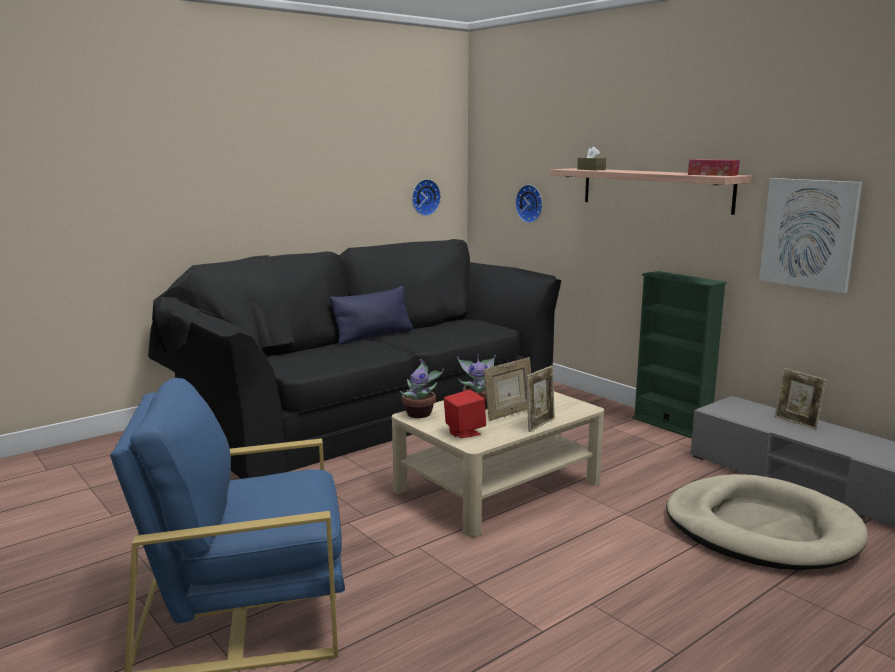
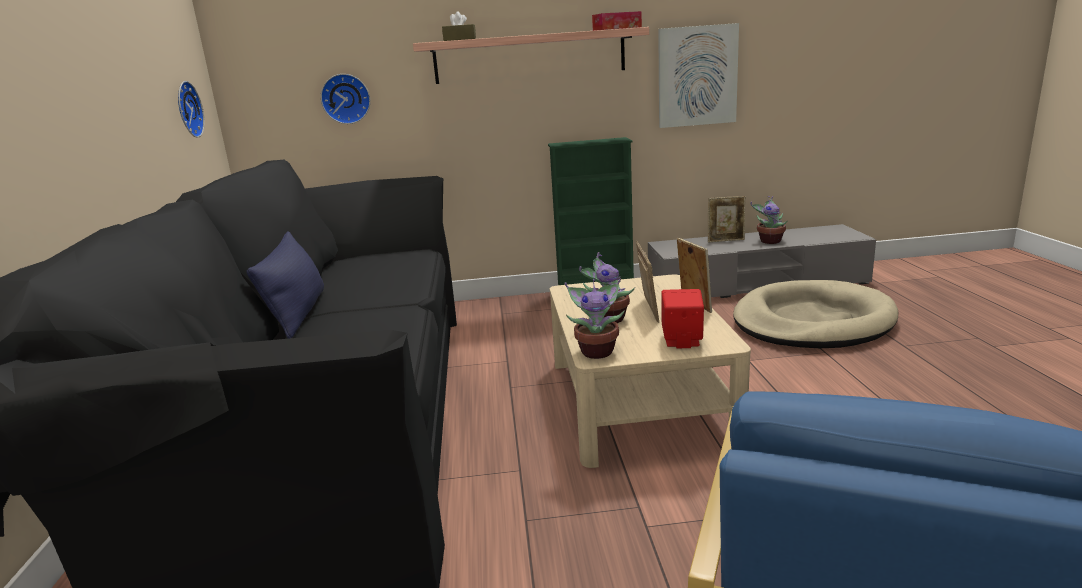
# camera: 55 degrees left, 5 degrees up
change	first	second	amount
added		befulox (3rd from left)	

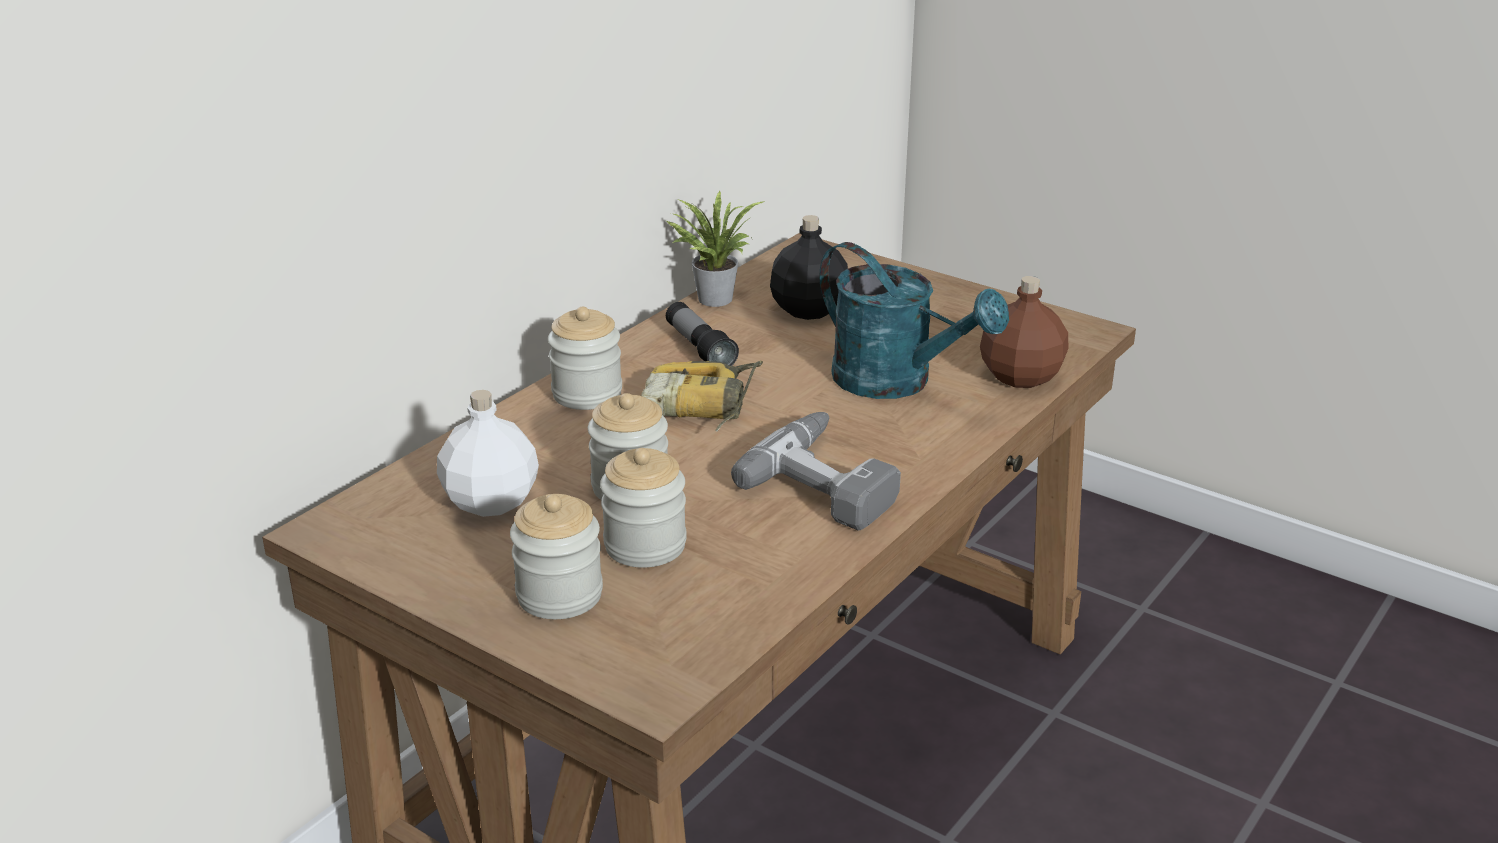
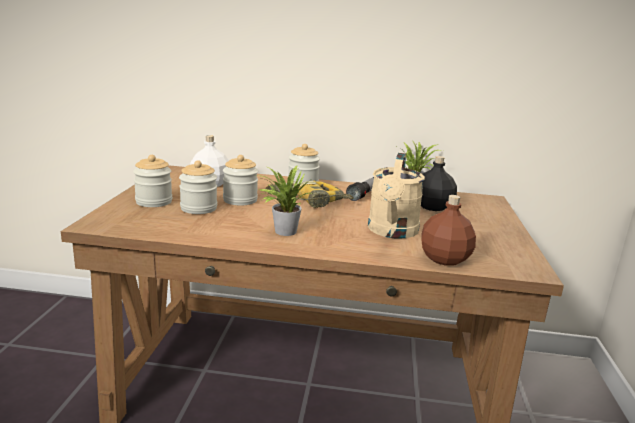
# camera: 60 degrees right, 10 degrees down
change	first	second	amount
replaced	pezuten (2nd from left)	befulox (1st from left)	
recoloured	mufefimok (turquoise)	mufefimok (beige)	

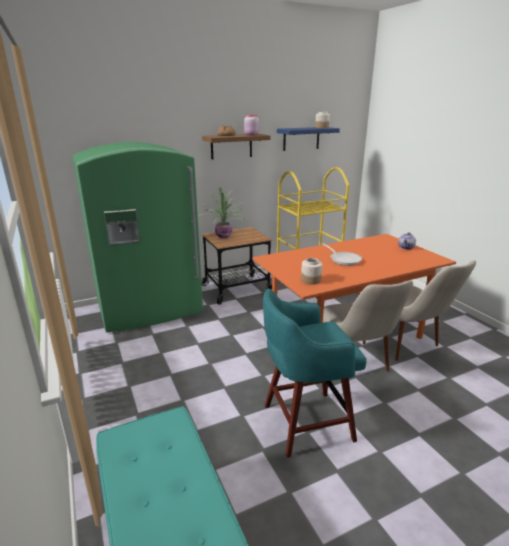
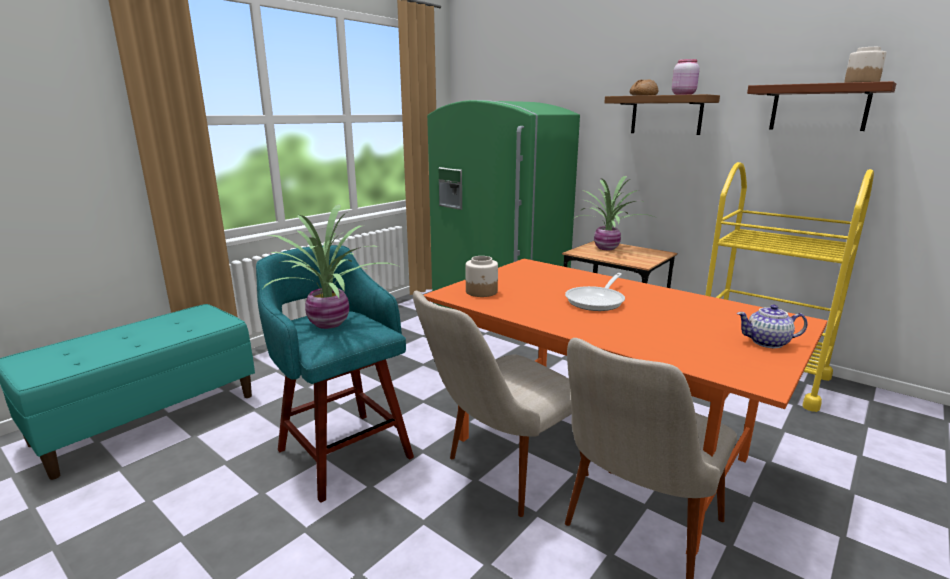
# camera: 65 degrees right, 5 degrees down
change	first	second	amount
recoloured	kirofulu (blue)	kirofulu (brown) (2nd from left)	
added		befulox (1st from left)	

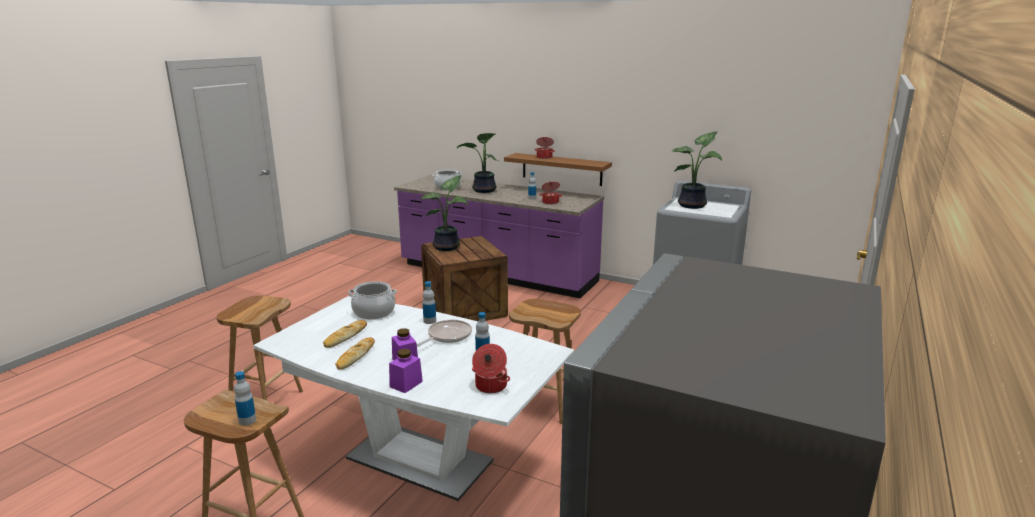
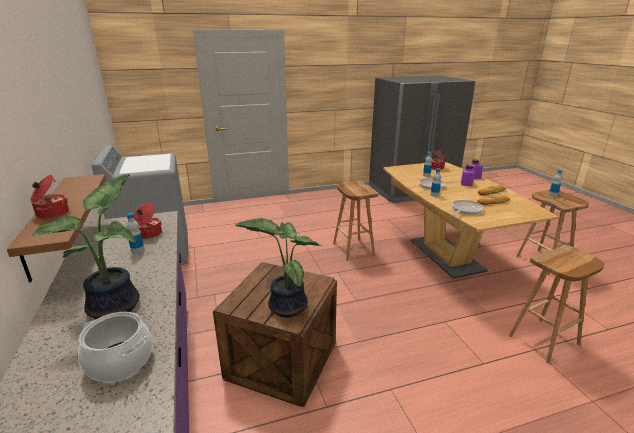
# camera: 135 degrees left, 5 degrees up
change	first	second	amount
recoloured	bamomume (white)	bamomume (brown)	
replaced	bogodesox (1st from left)	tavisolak (2nd from left)	
removed	befulox (3rd from left)		

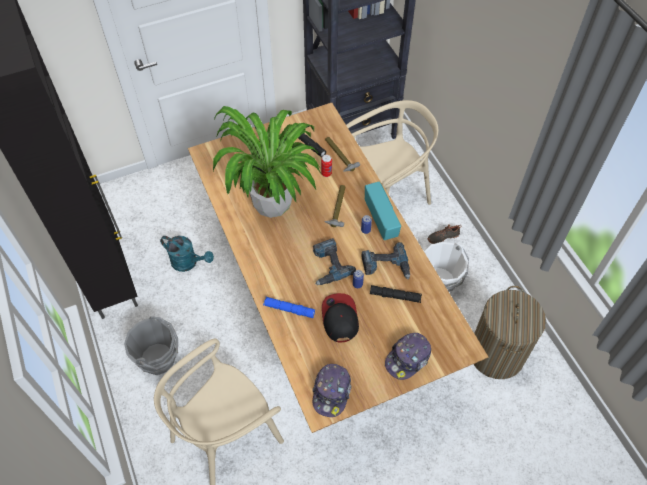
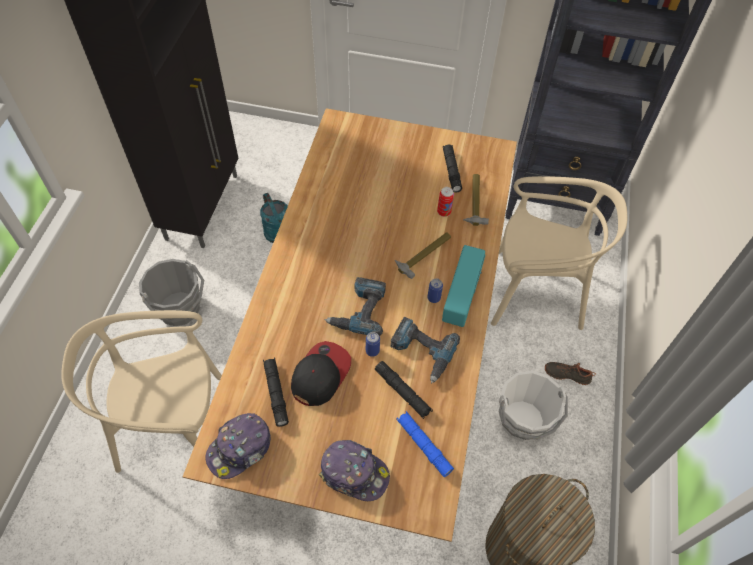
# camera: 35 degrees right, 0 degrees up
change	first	second	amount
removed	befulox		
moved	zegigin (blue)		
turned	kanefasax (3rd from left)		150 degrees counterclockwise
added		zegigin (black) (1st from left)	

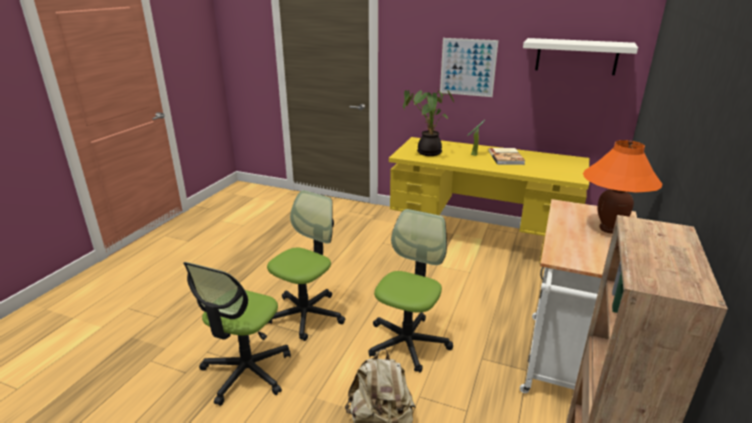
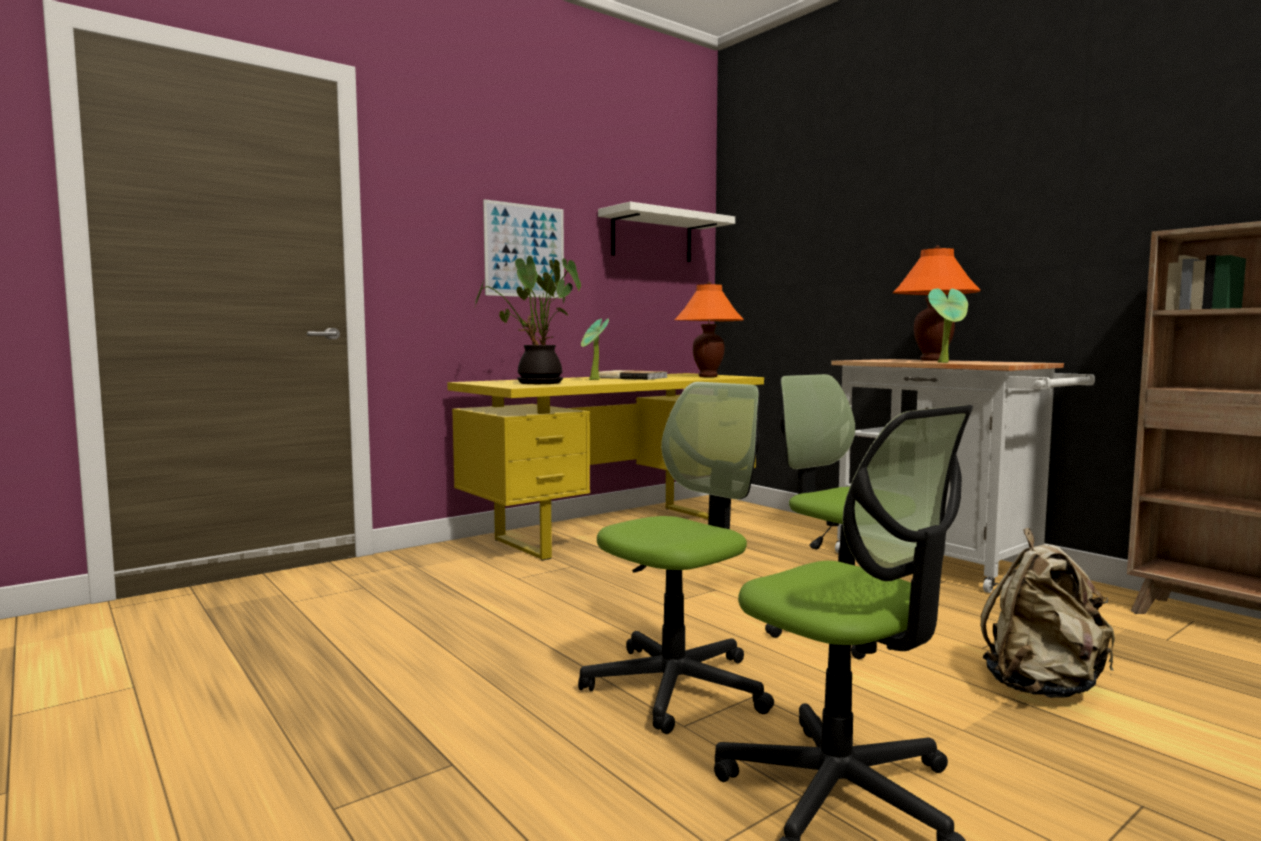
# camera: 60 degrees left, 20 degrees down
change	first	second	amount
turned	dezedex (2nd from left in the first image)	dezedex (1st from left)	75 degrees clockwise
added		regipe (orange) (1st from left)	
added		befulox (3rd from left)	

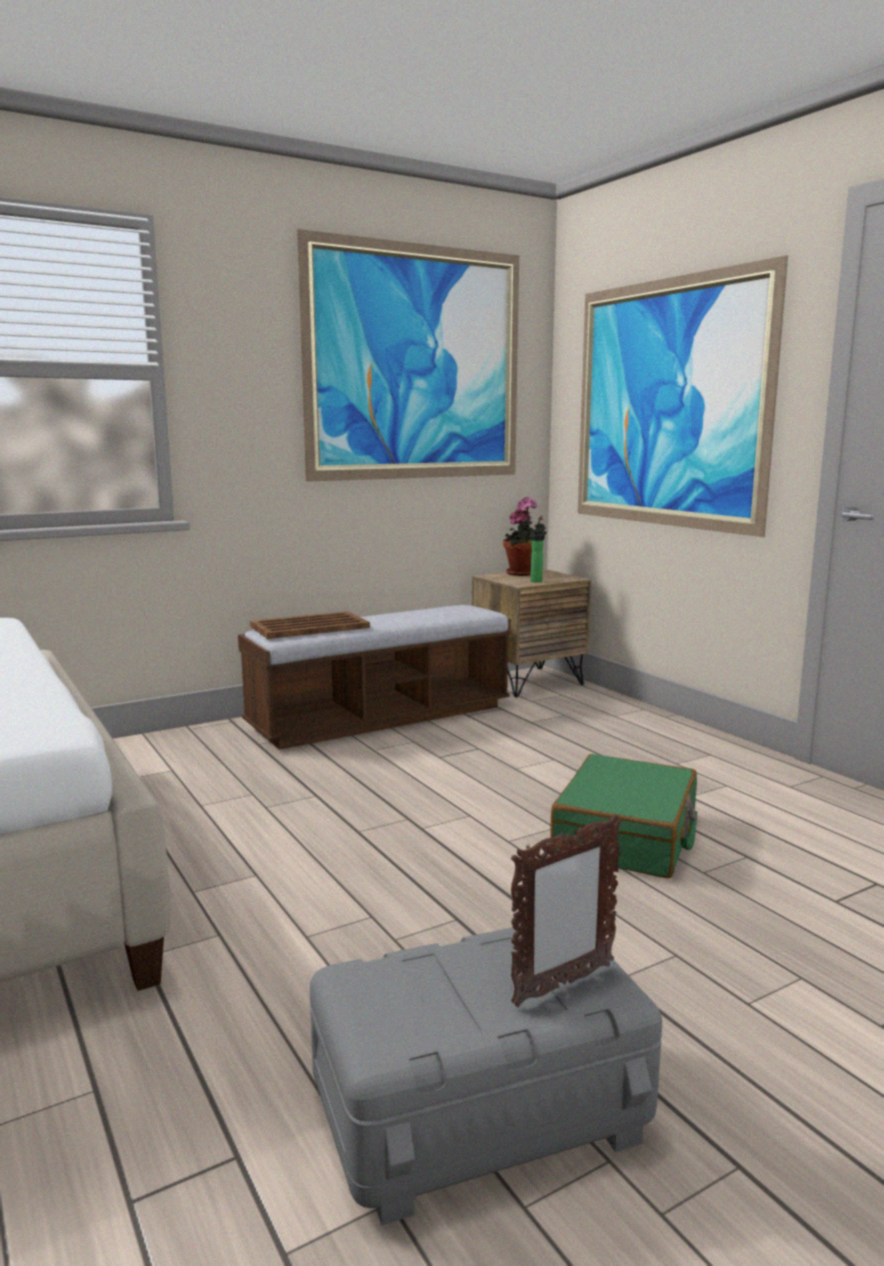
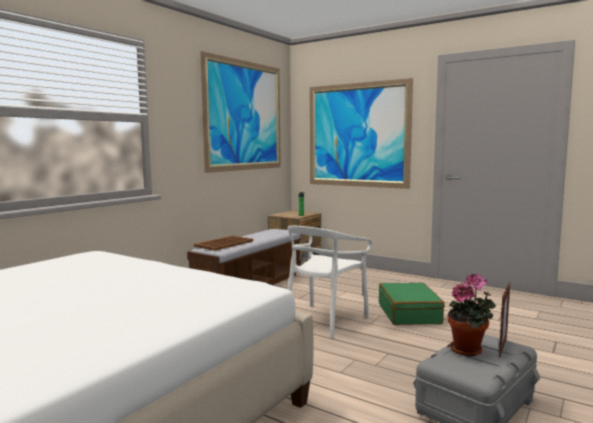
# camera: 25 degrees left, 5 degrees down
change	first	second	amount
moved	befulox		
added		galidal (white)	

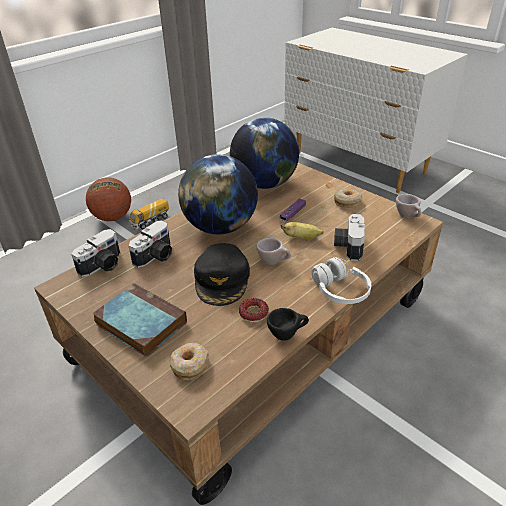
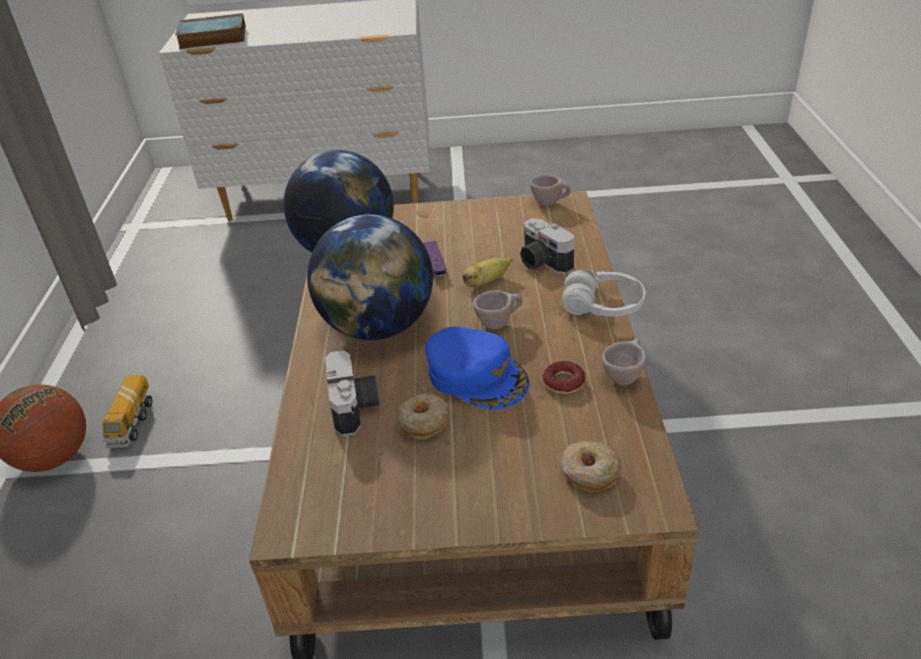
# camera: 45 degrees left, 0 degrees up
change	first	second	amount
removed	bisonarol (1st from left)		
moved	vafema		
recoloured	kanefasax (black)	kanefasax (blue)	
recoloured	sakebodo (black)	sakebodo (beige) (3rd from left)	
moved	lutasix (3rd from left in the first image)	lutasix (1st from left)	

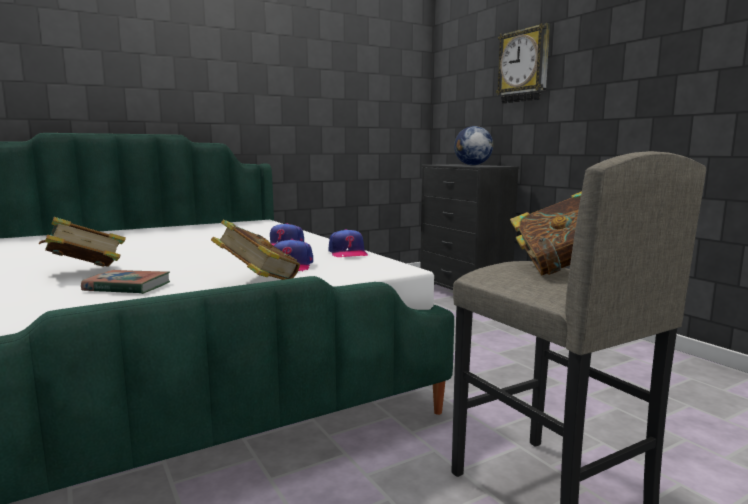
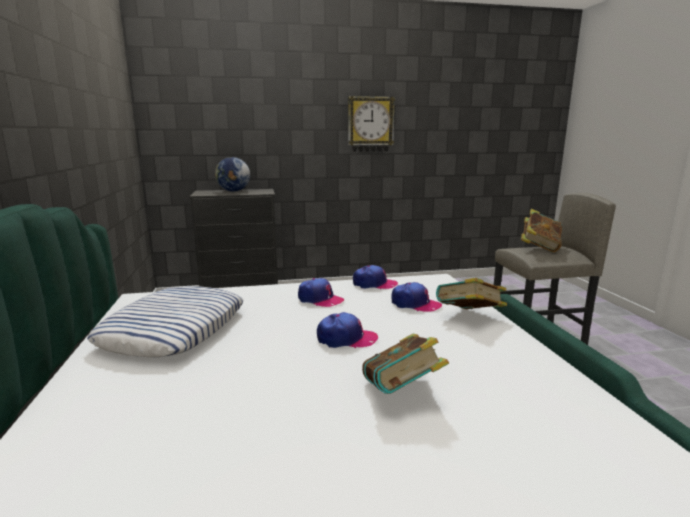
# camera: 70 degrees left, 5 degrees up
change	first	second	amount
removed	vafema (2nd from left)		
moved	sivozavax		
added		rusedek	
added		kanefasax (2nd from left)	

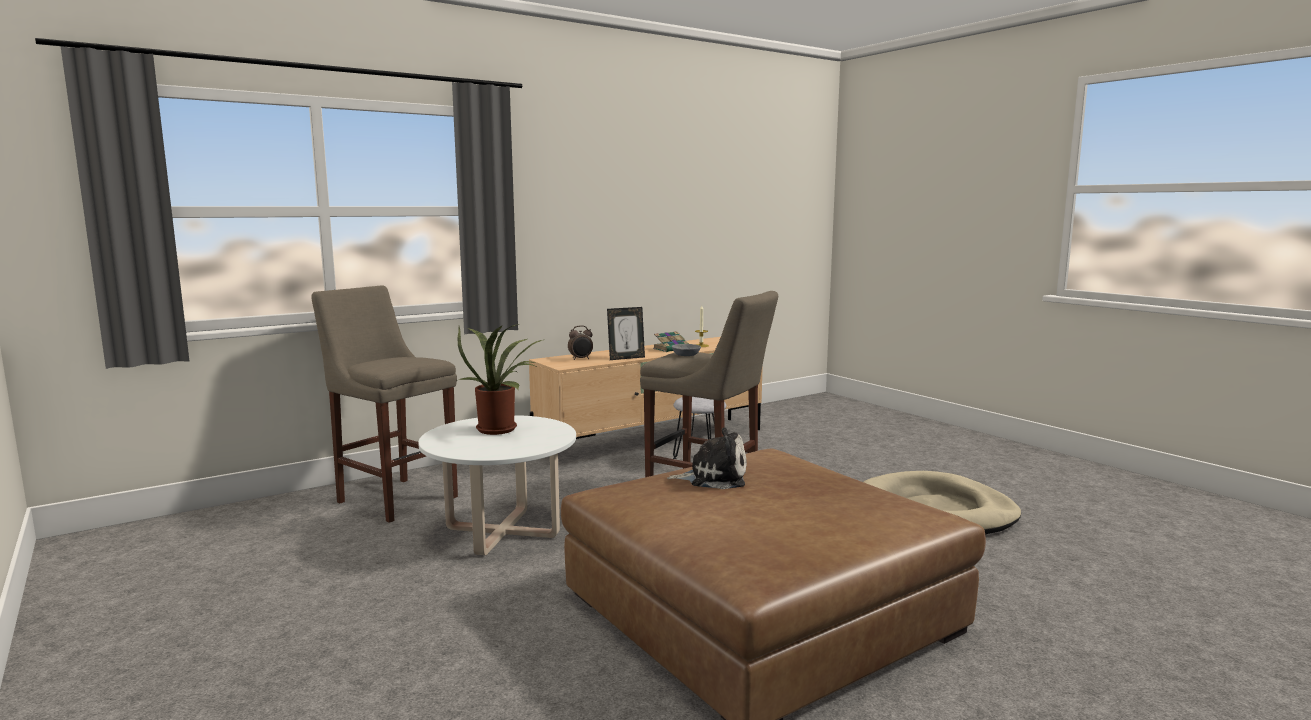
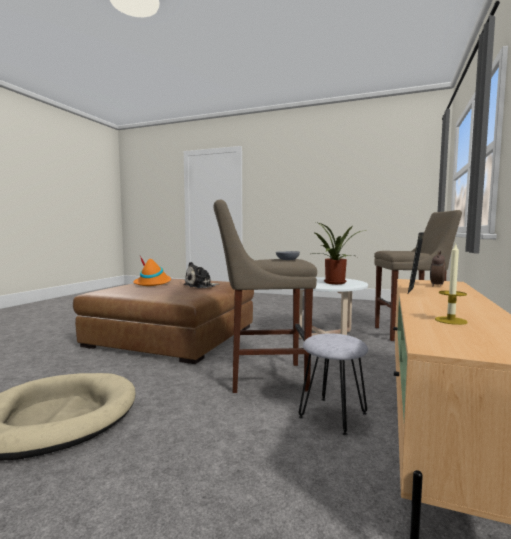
# camera: 145 degrees right, 5 degrees down
change	first	second	amount
removed	vafema		
added		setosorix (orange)	

